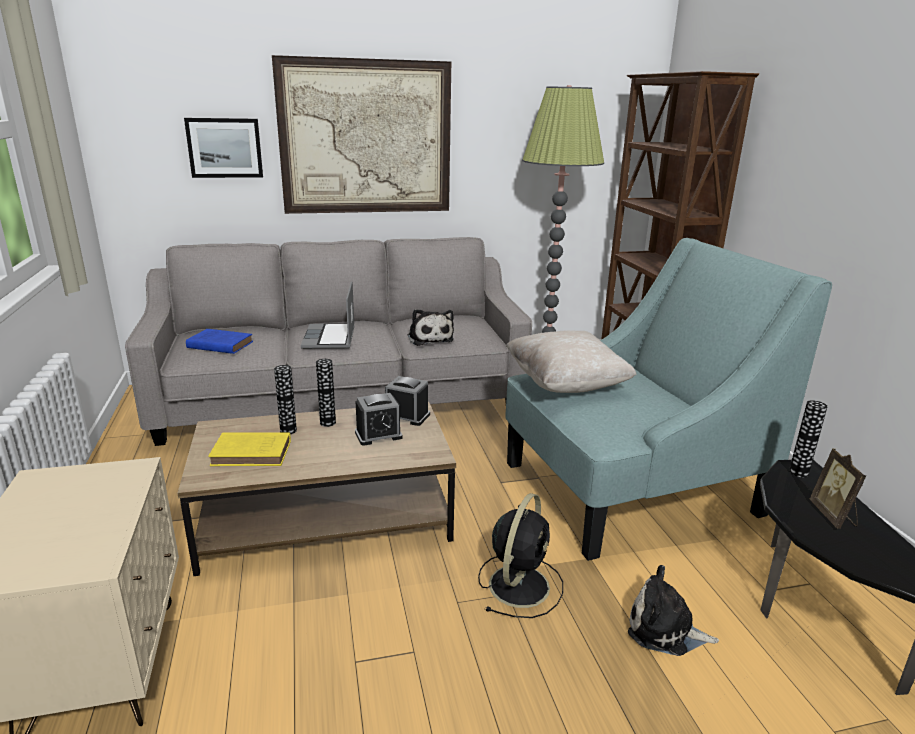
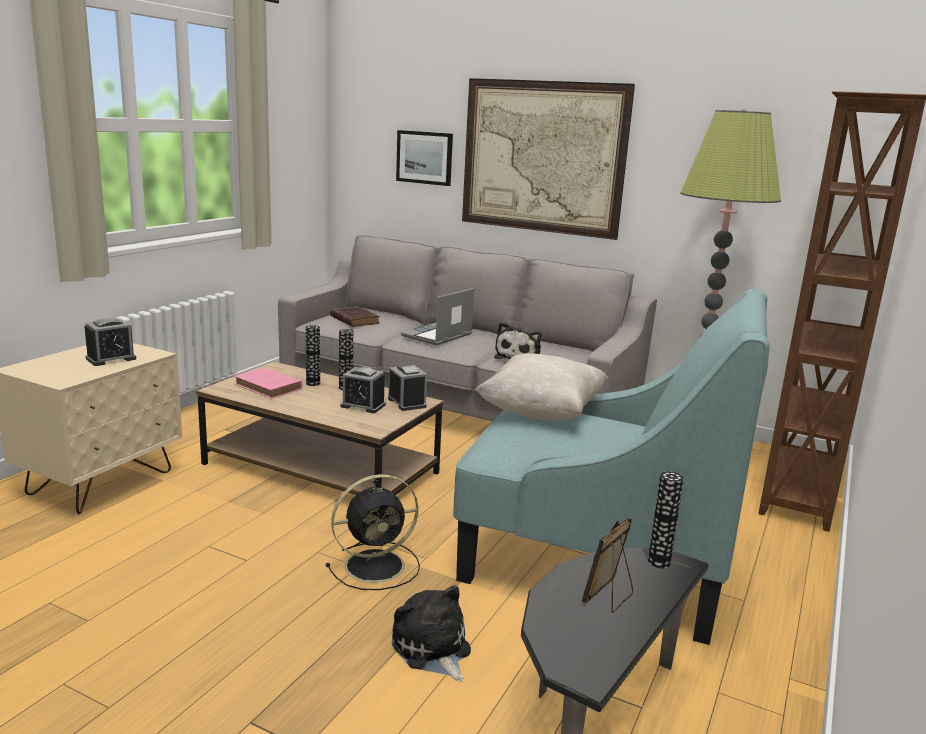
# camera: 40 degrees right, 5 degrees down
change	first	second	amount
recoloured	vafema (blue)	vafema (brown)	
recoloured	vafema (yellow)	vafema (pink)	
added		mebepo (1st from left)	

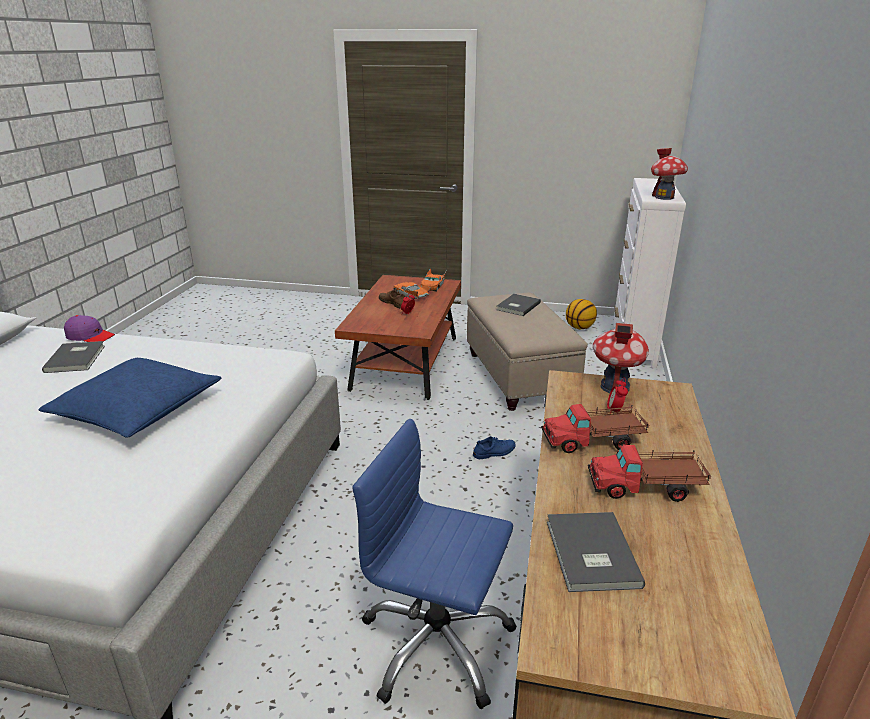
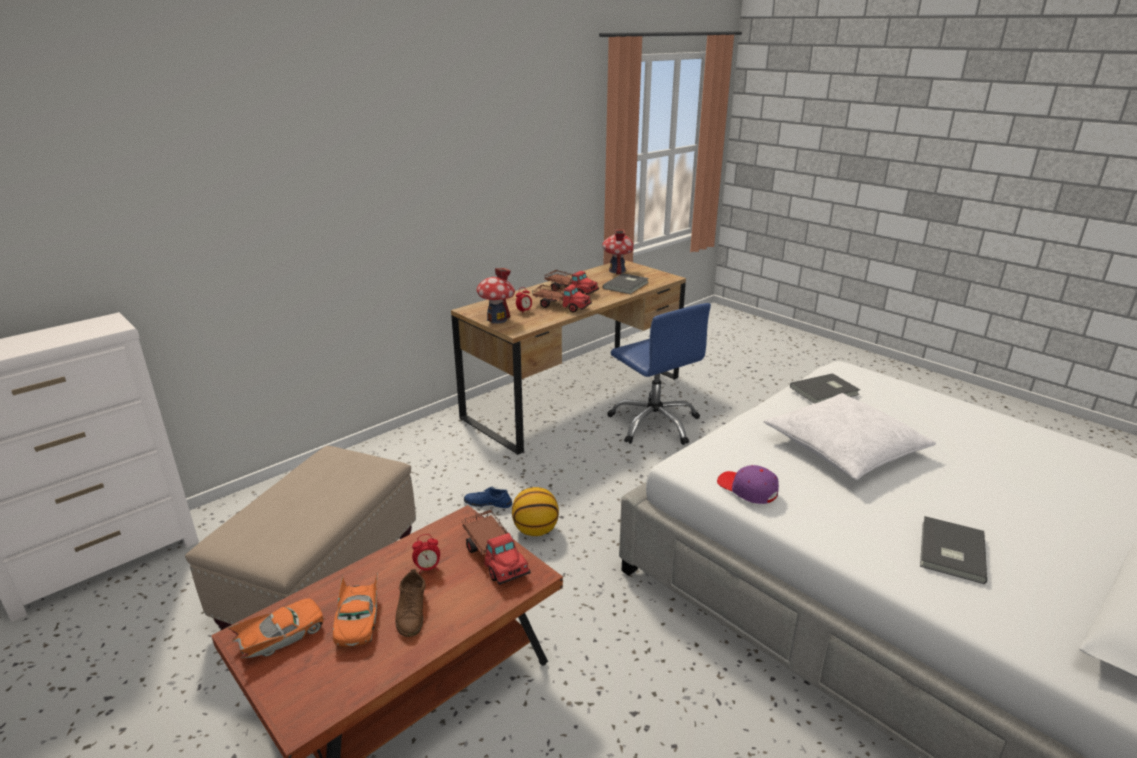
# camera: 145 degrees left, 0 degrees up
change	first	second	amount
recoloured	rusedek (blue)	rusedek (white)	
moved	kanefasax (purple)		
moved	vafema (grey) (2nd from left)		
moved	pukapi		
moved	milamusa (2nd from left)		
added		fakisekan (1st from left)	

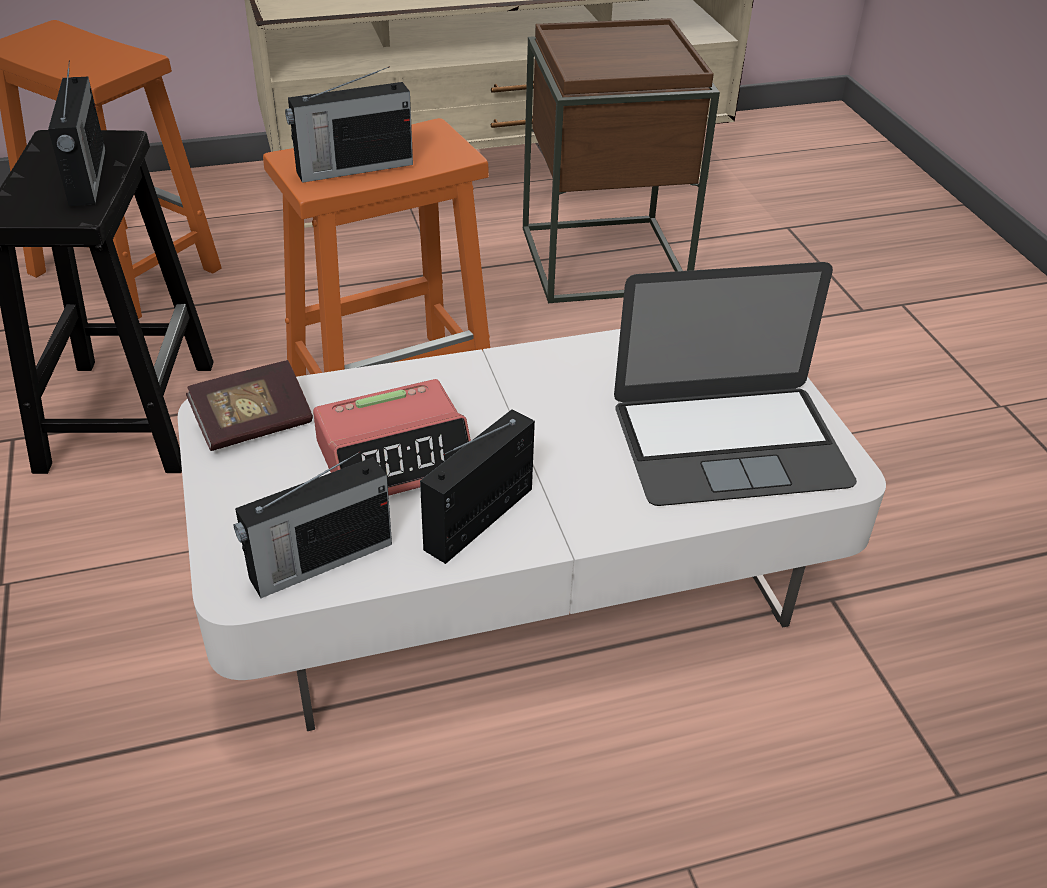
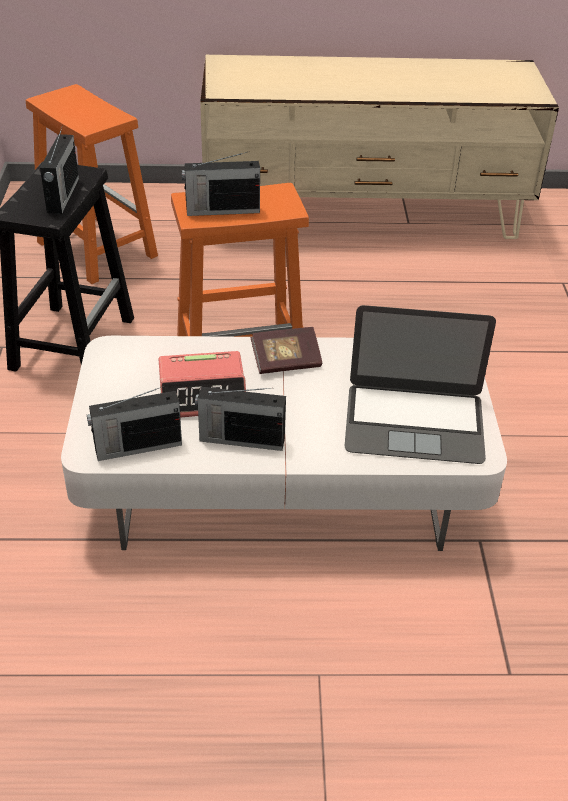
# camera: 15 degrees right, 0 degrees up
change	first	second	amount
moved	vafema		
turned	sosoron (4th from left)		135 degrees counterclockwise
removed	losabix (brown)		

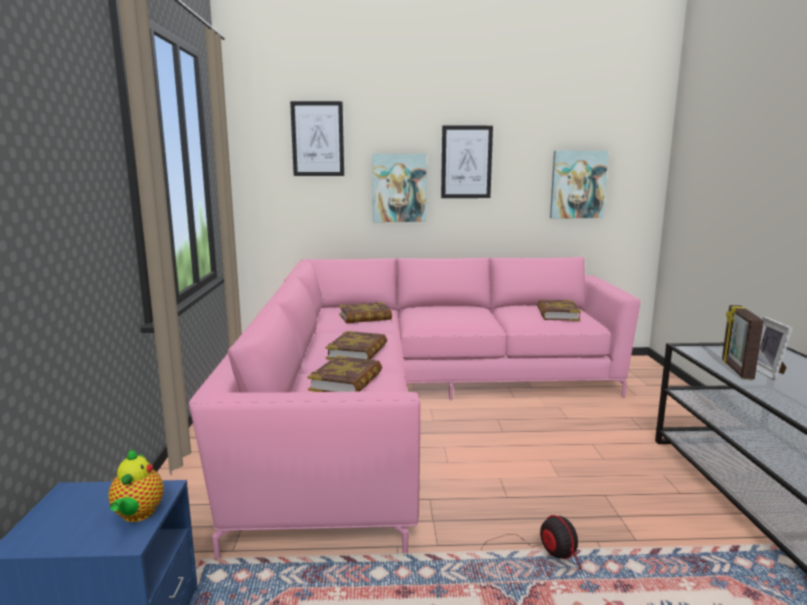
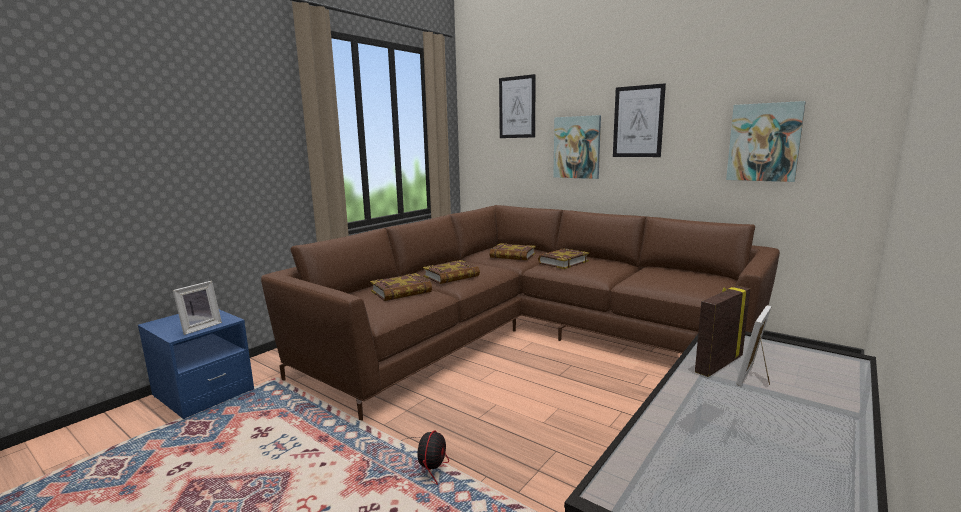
# camera: 40 degrees right, 0 degrees up
change	first	second	amount
replaced	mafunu	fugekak (1st from left)	
recoloured	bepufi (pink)	bepufi (brown)	
moved	vafema (4th from left)		

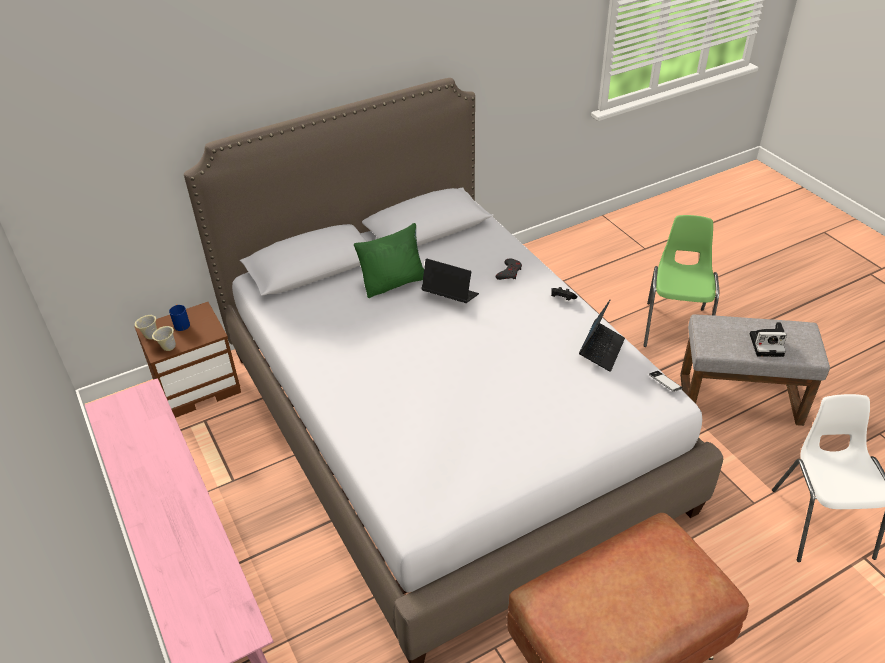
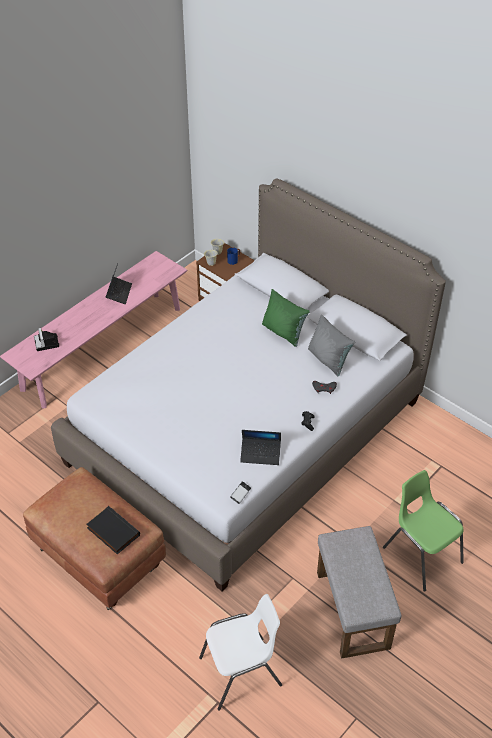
# camera: 70 degrees right, 5 degrees up
change	first	second	amount
moved	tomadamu (1st from left)		
turned	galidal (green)		120 degrees counterclockwise
moved	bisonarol		
added		vafema (black)	
added		rusedek (grey)	

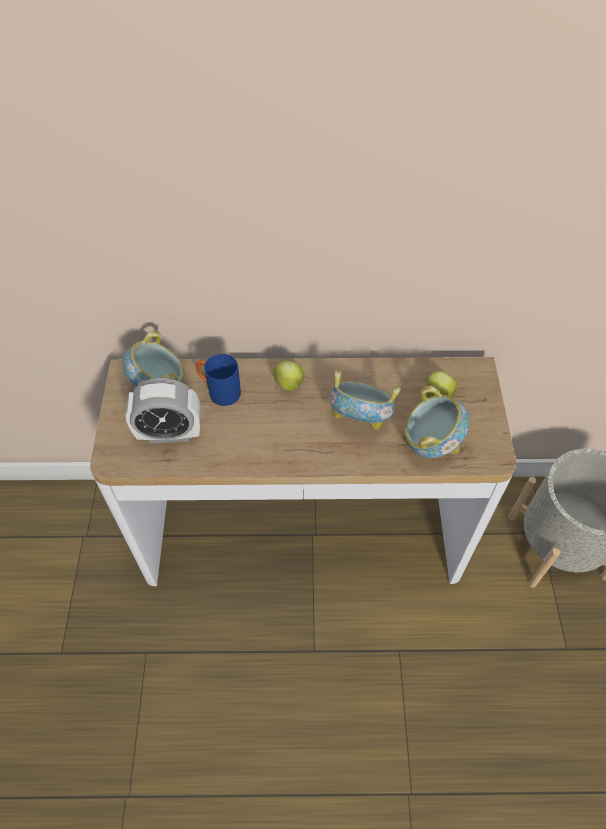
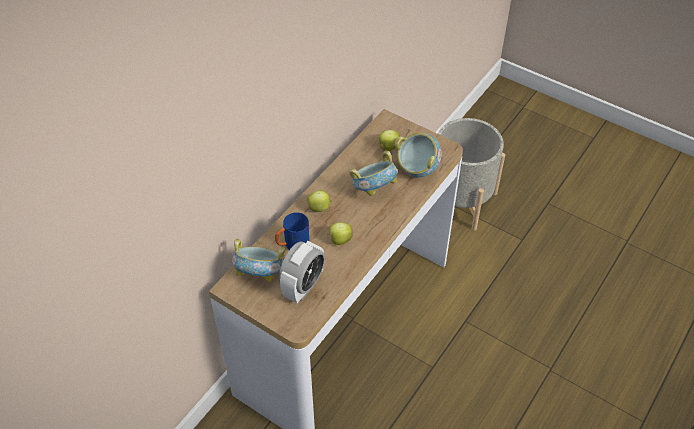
# camera: 55 degrees left, 5 degrees down
change	first	second	amount
added		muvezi (2nd from left)	

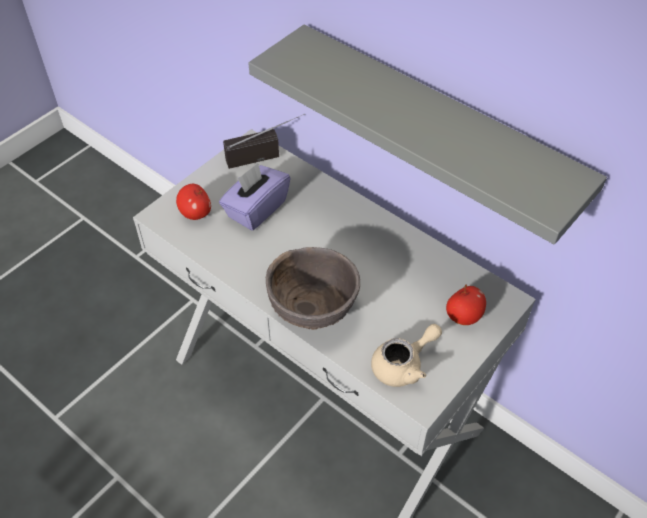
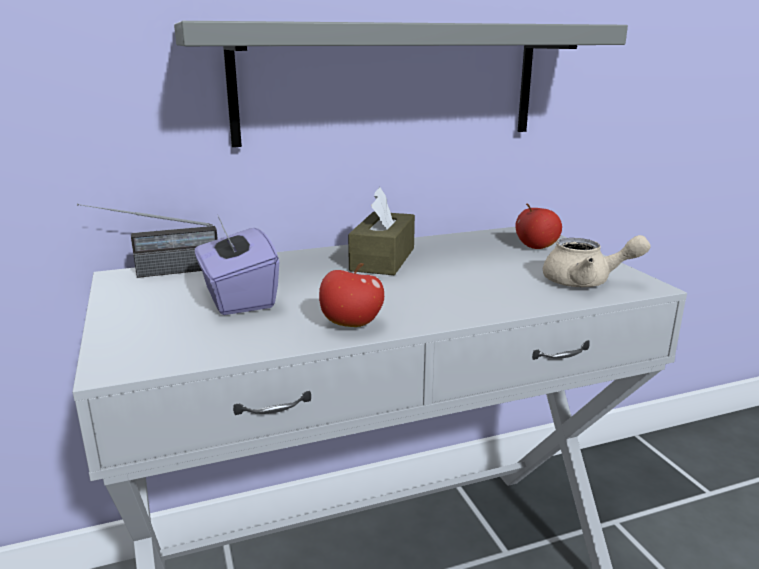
# camera: 60 degrees left, 30 degrees down
change	first	second	amount
moved	muvezi (1st from left)		
turned	sosoron		120 degrees counterclockwise
removed	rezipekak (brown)		
turned	mafunu (beige)		105 degrees clockwise
added		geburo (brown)	

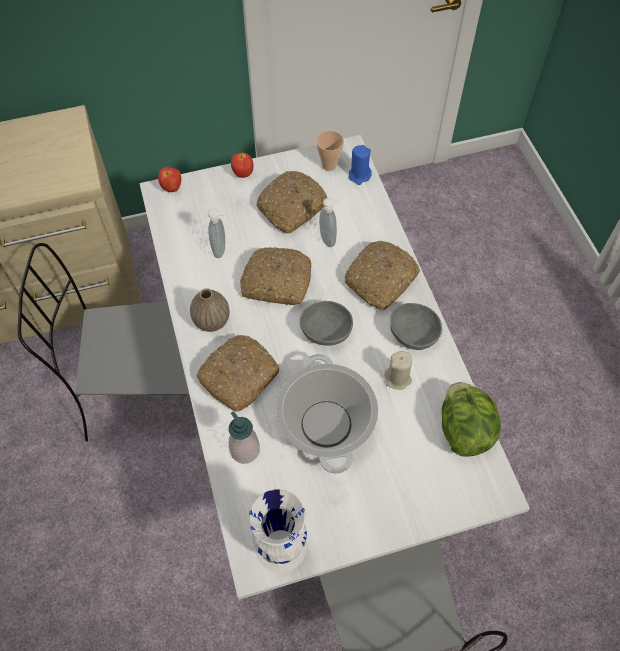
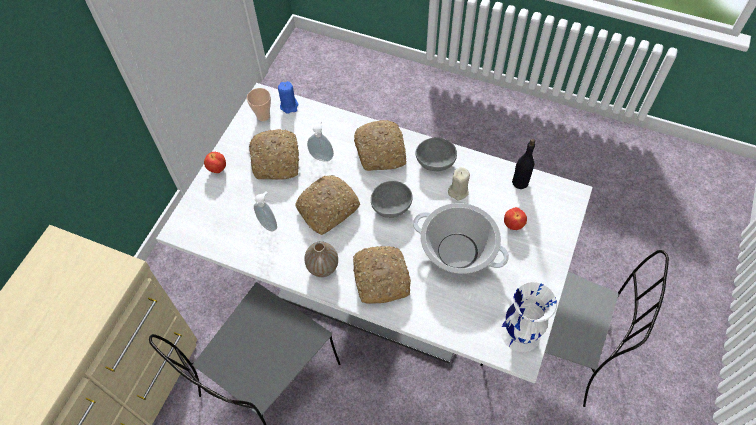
# camera: 50 degrees left, 0 degrees up
change	first	second	amount
moved	muvezi (1st from left in the first image)	muvezi (2nd from left)	
removed	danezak (2nd from left)		
replaced	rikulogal	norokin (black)	

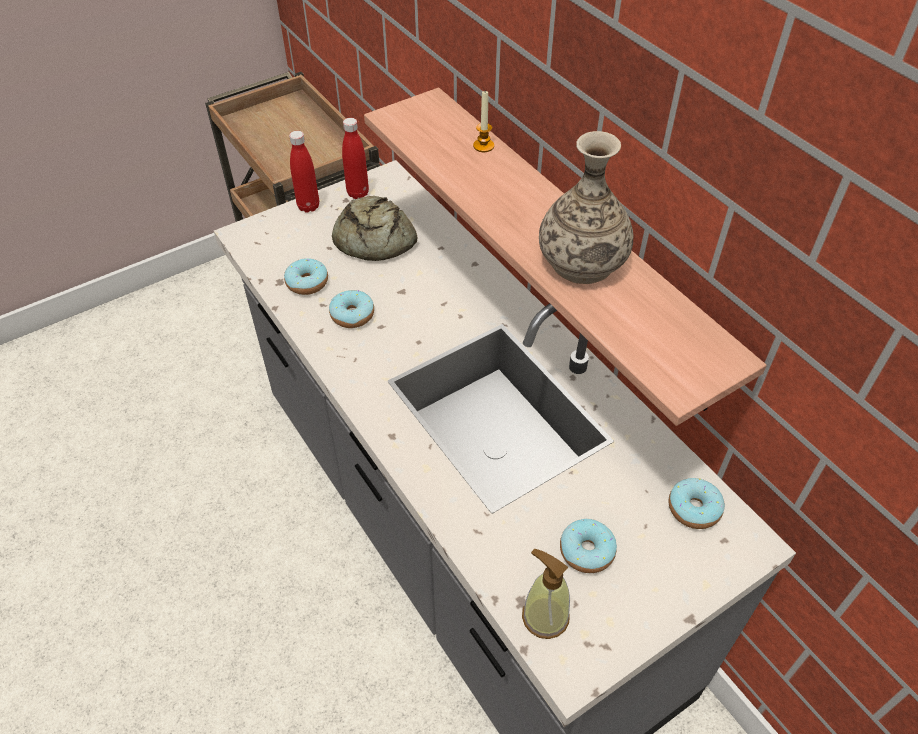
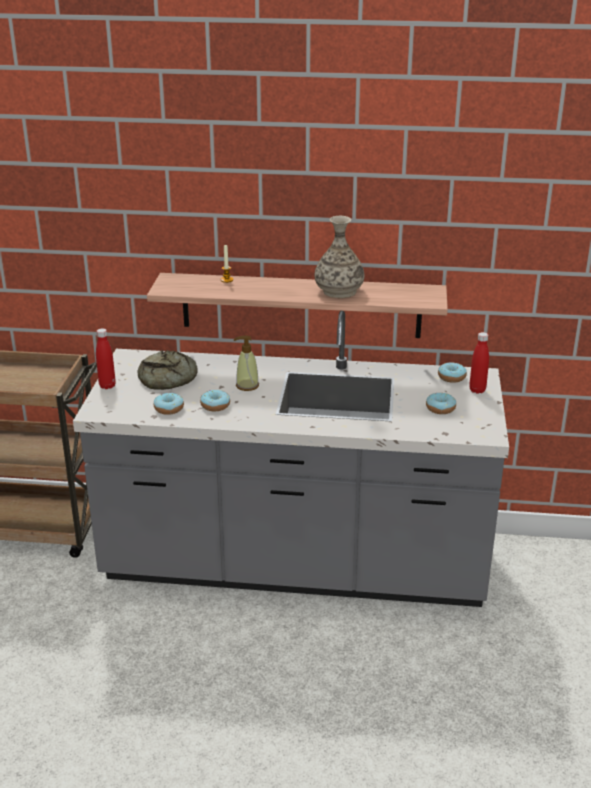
# camera: 50 degrees left, 20 degrees down
change	first	second	amount
moved	norokin (red) (2nd from left)		
moved	danezak		

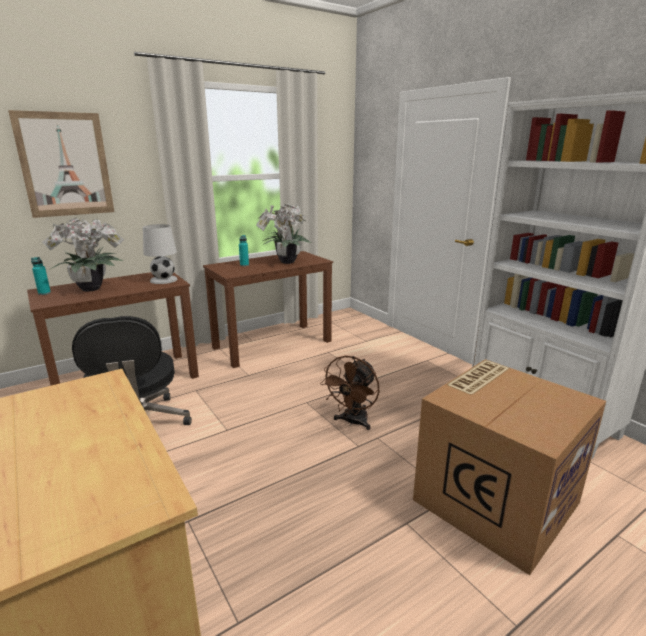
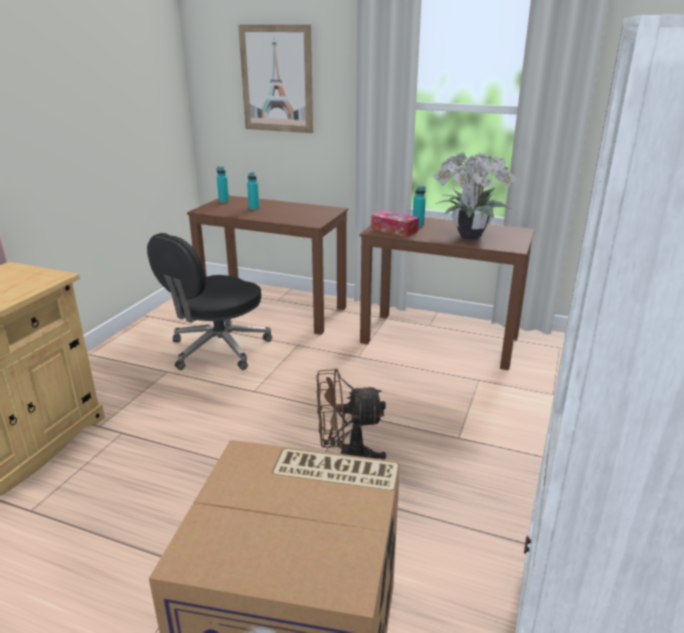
# camera: 55 degrees right, 5 degrees up
change	first	second	amount
replaced	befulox (1st from left)	norokin (turquoise) (2nd from left)	
removed	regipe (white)		
added		geburo	

